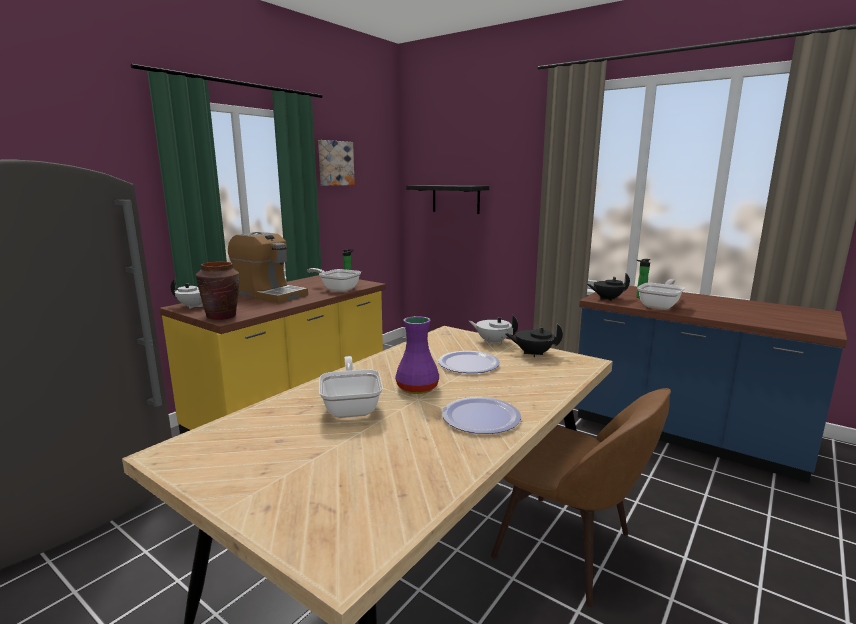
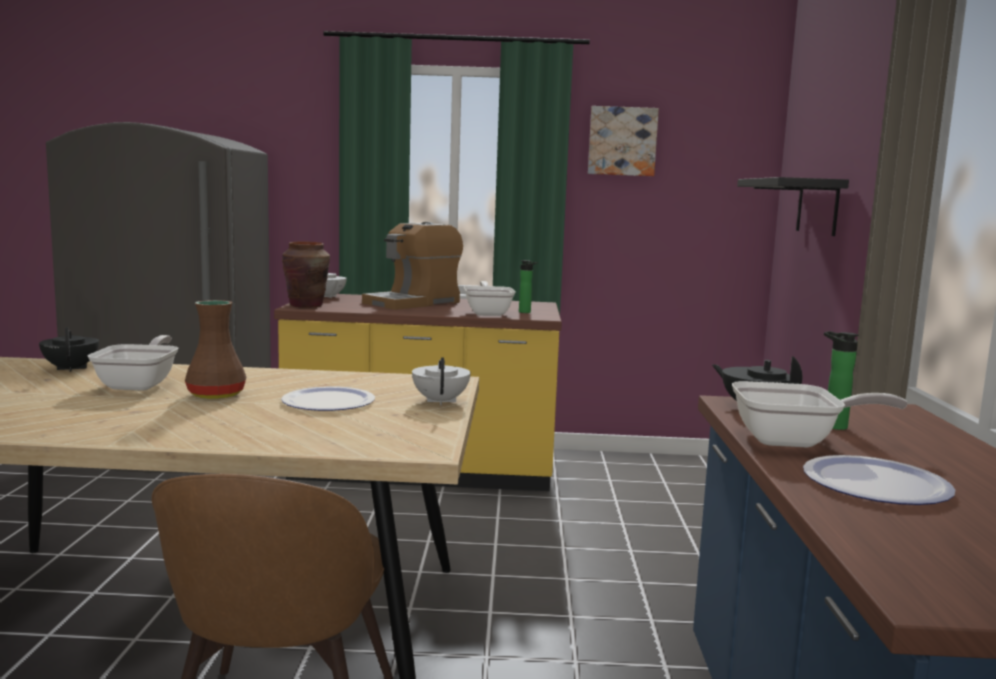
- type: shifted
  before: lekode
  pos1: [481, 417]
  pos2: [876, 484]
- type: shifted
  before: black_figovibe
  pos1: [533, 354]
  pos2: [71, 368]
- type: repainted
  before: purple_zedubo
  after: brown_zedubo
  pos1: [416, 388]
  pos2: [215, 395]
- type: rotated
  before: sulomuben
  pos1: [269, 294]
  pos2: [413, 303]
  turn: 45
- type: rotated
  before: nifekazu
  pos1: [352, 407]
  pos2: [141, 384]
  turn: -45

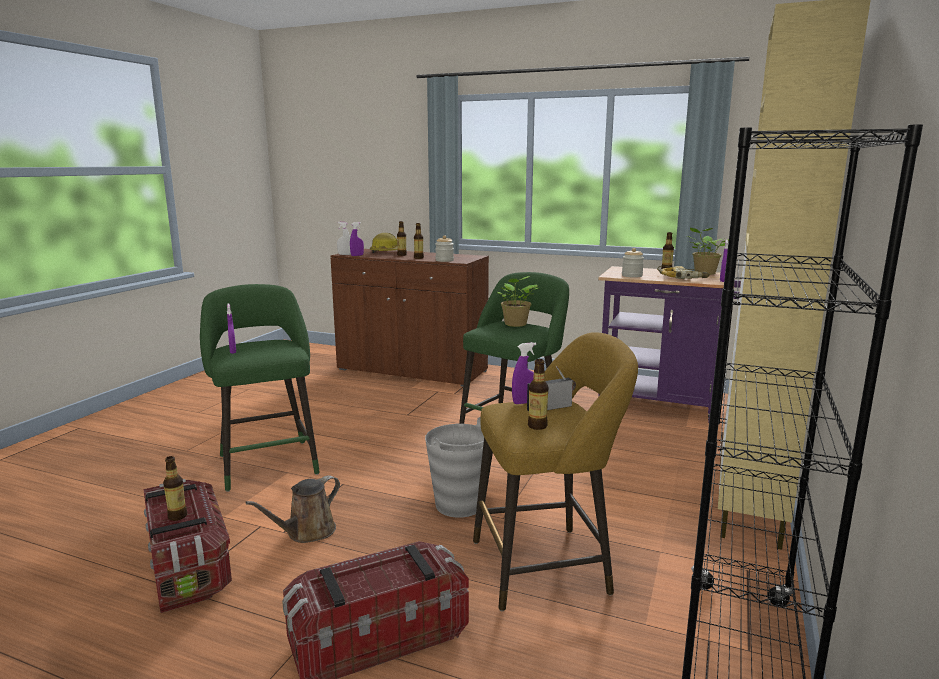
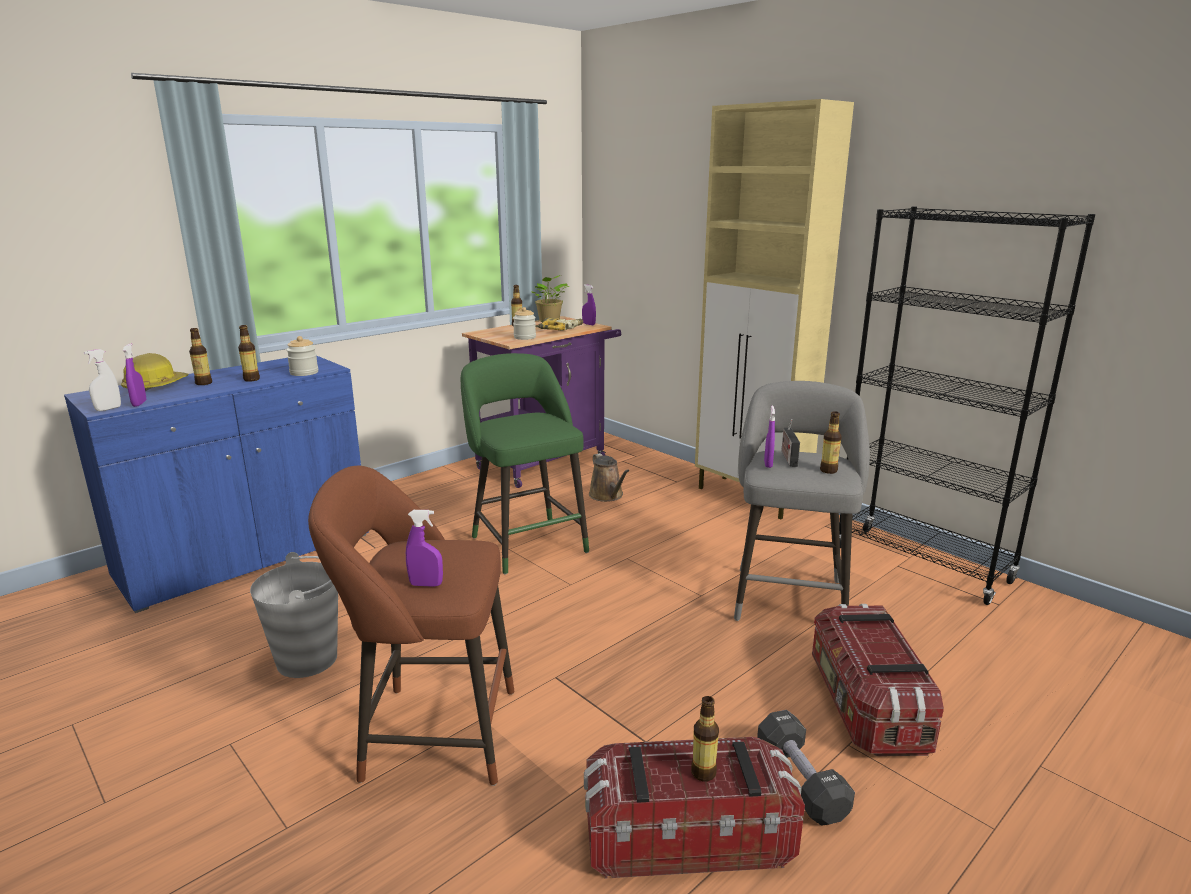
- type: gone
  before: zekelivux
  pos1: [515, 324]
- type: new
  after: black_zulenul
  pos2: [801, 782]
- type: shifted
  before: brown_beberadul
  pos1: [307, 532]
  pos2: [607, 496]
- type: shifted
  before: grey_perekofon
  pos1: [459, 505]
  pos2: [308, 659]
- type: repainted
  before: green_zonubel
  after: brown_zonubel
  pos1: [267, 462]
  pos2: [430, 734]
- type: repainted
  before: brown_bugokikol
  after: blue_bugokikol
  pos1: [412, 370]
  pos2: [247, 556]
- type: repainted
  before: yellow_zonubel
  after: grey_zonubel
  pos1: [548, 566]
  pos2: [789, 596]

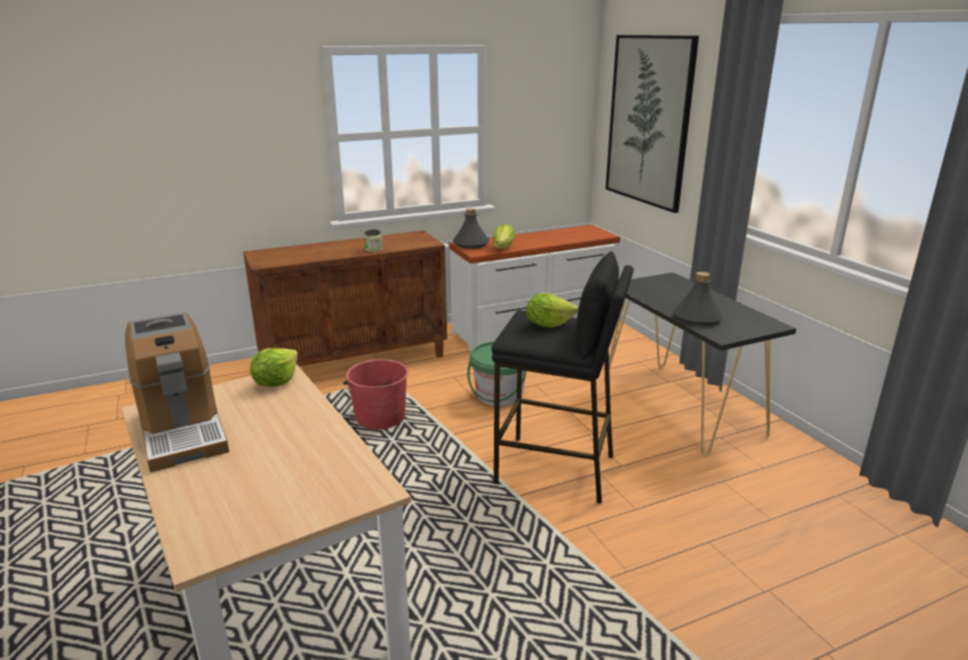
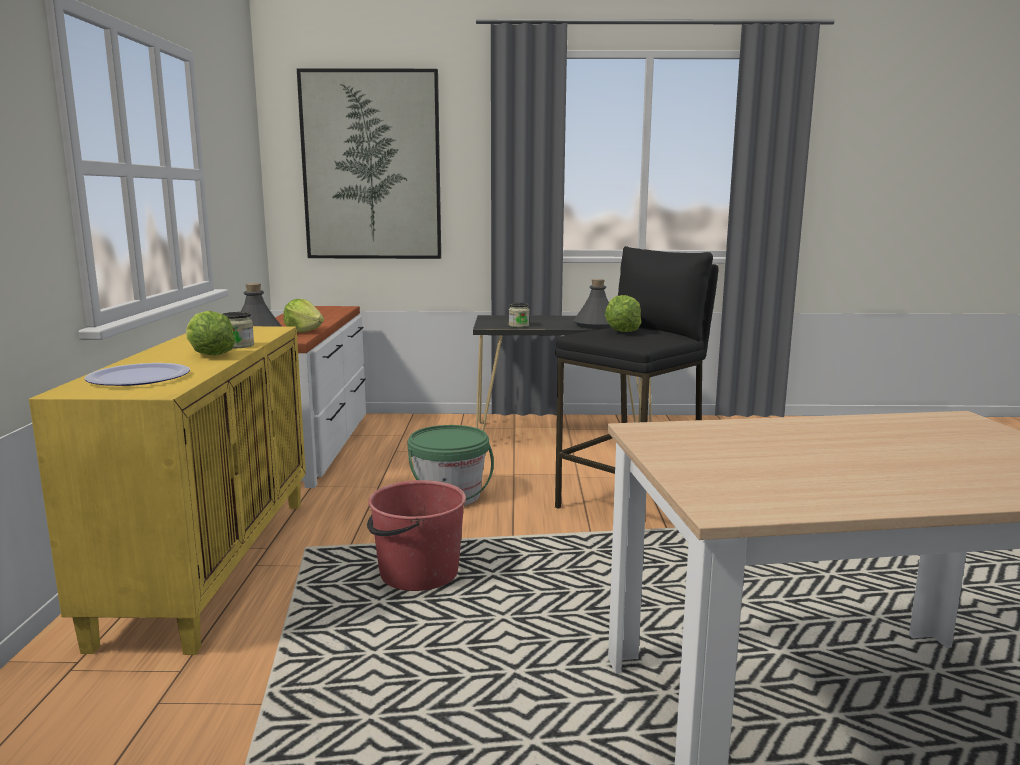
- type: gone
  before: sulomuben
  pos1: [182, 430]
- type: new
  after: lekode
  pos2: [138, 377]
- type: new
  after: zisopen
  pos2: [518, 325]
- type: shifted
  before: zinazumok
  pos1: [276, 382]
  pos2: [209, 355]
- type: repainted
  before: brown_bugokikol
  after: yellow_bugokikol
  pos1: [356, 361]
  pos2: [210, 564]

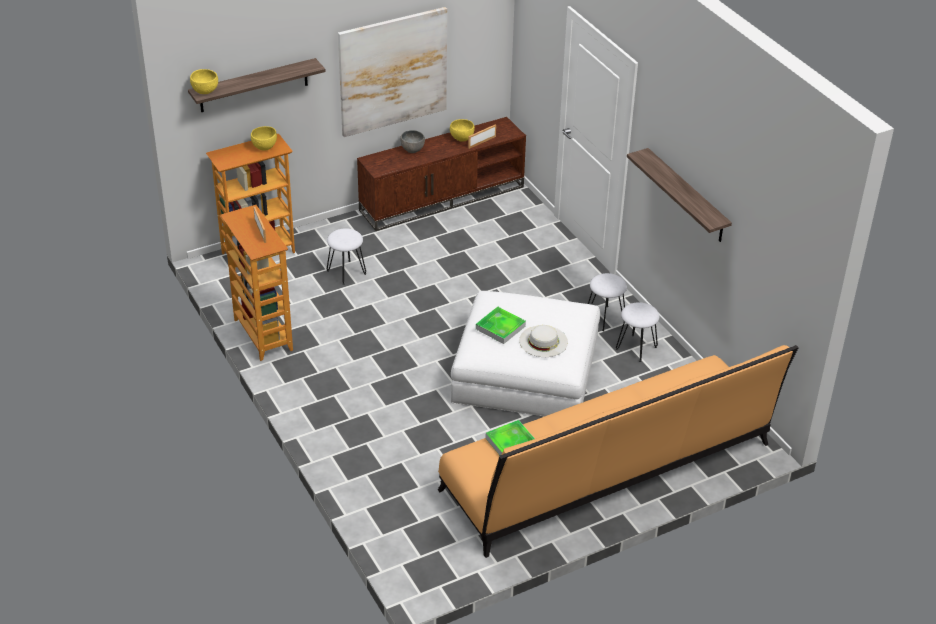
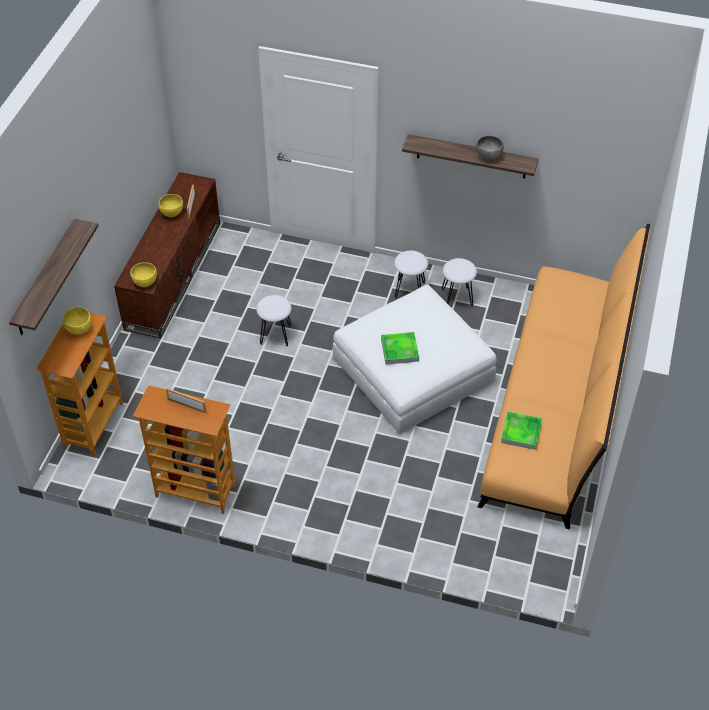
- type: gone
  before: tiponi
  pos1: [393, 71]
- type: gone
  before: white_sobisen
  pos1: [543, 341]
- type: shifted
  before: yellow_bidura
  pos1: [205, 91]
  pos2: [145, 282]
- type: shifted
  before: white_zonubel
  pos1: [346, 272]
  pos2: [275, 334]
- type: shifted
  before: grey_bidura
  pos1: [412, 150]
  pos2: [489, 156]

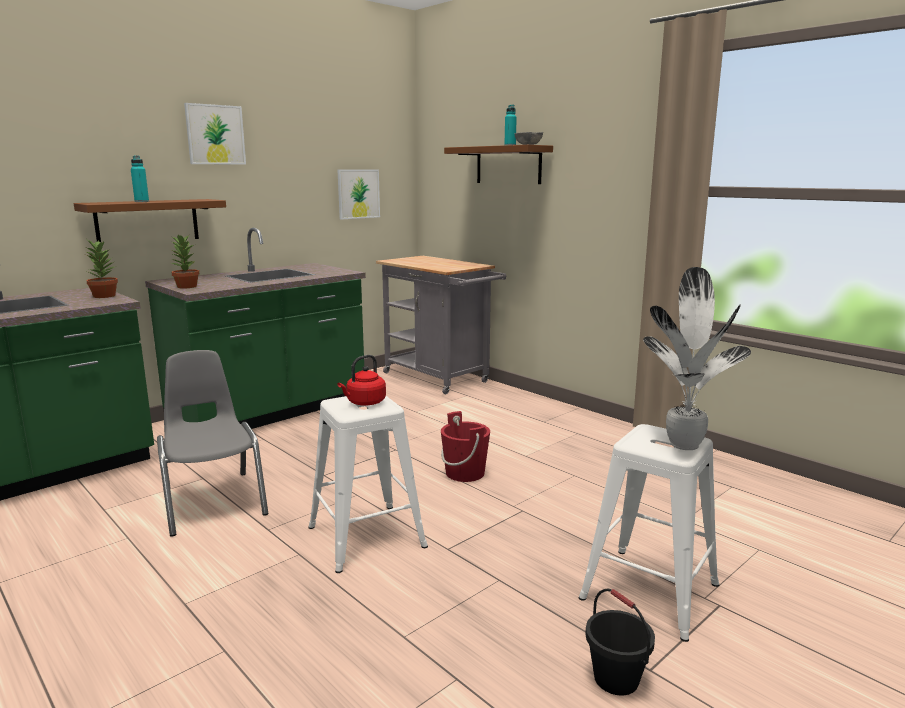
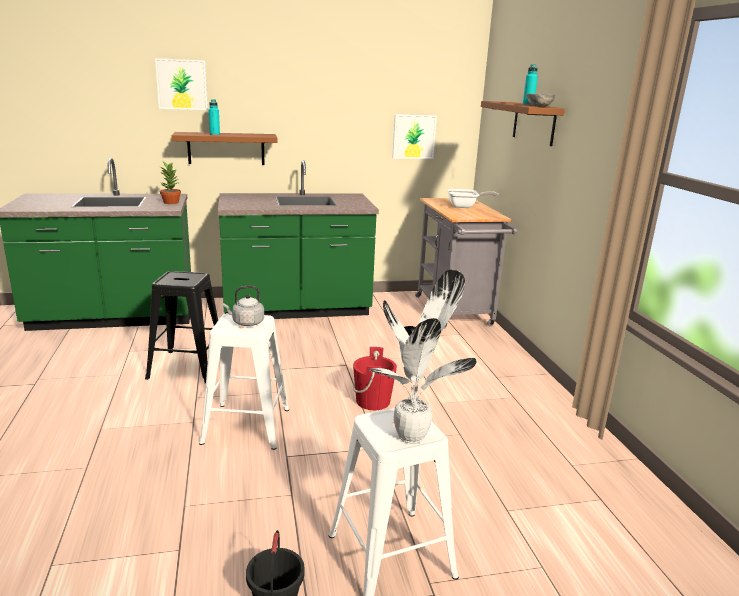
- type: gone
  before: zekelivux
  pos1: [186, 286]
- type: new
  after: nifekazu
  pos2: [465, 207]
- type: shifted
  before: tiponi
  pos1: [215, 134]
  pos2: [182, 84]
- type: swapped
  before: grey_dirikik
  after: black_zonubel
  pos1: [213, 501]
  pos2: [189, 366]
- type: repainted
  before: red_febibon
  after: grey_febibon
  pos1: [364, 403]
  pos2: [246, 323]

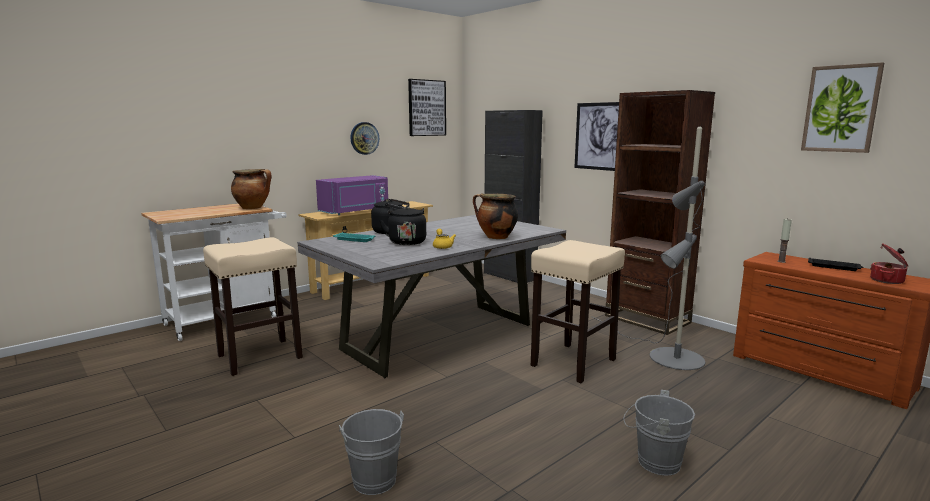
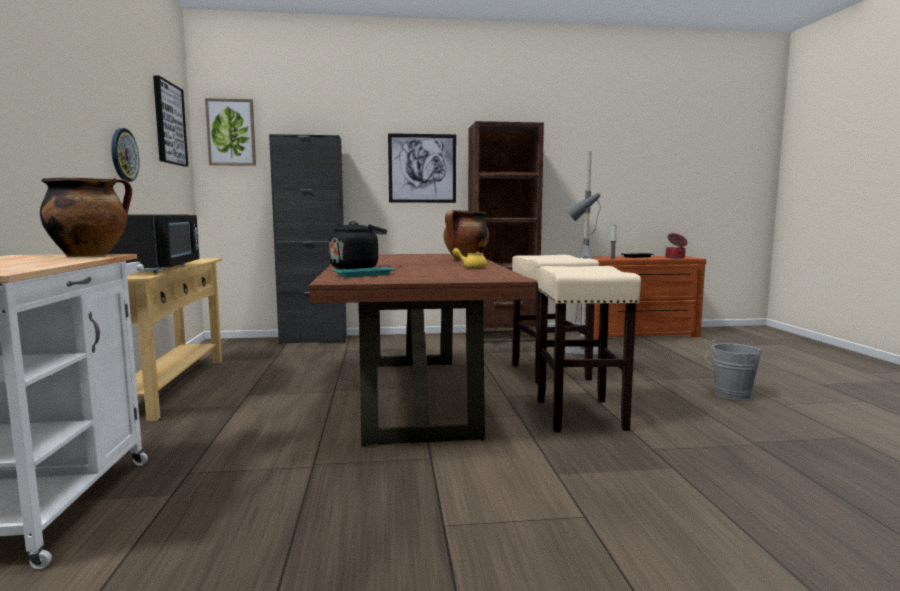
- type: gone
  before: grey_perekofon
  pos1: [373, 478]
- type: gone
  before: black_febibon
  pos1: [406, 242]
- type: shifted
  before: beige_zonubel
  pos1: [259, 357]
  pos2: [581, 415]
- type: shifted
  before: tiponi
  pos1: [841, 109]
  pos2: [231, 132]
- type: repainted
  before: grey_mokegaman
  after: brown_mokegaman
  pos1: [440, 337]
  pos2: [415, 396]
- type: repainted
  before: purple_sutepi
  after: black_sutepi
  pos1: [356, 211]
  pos2: [159, 269]

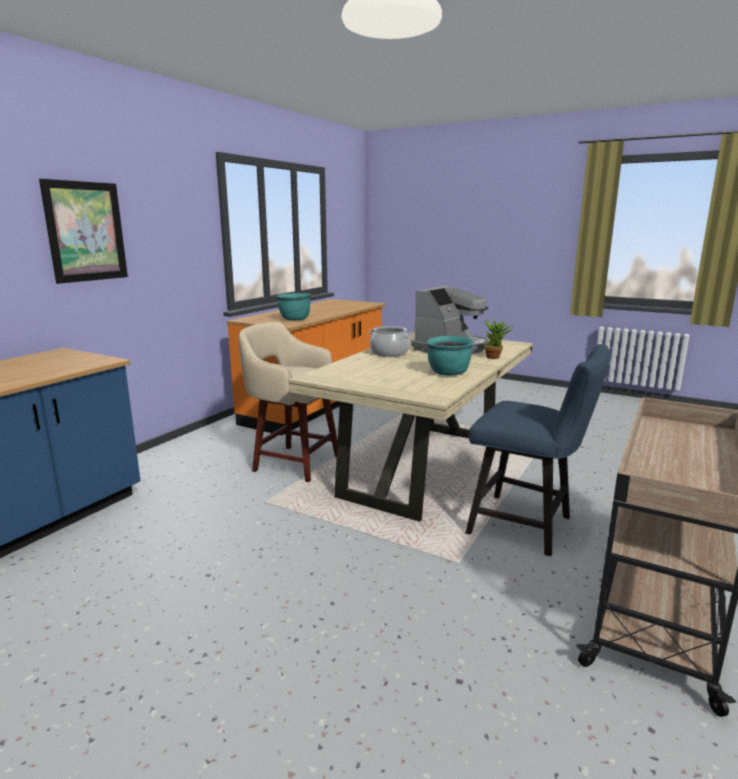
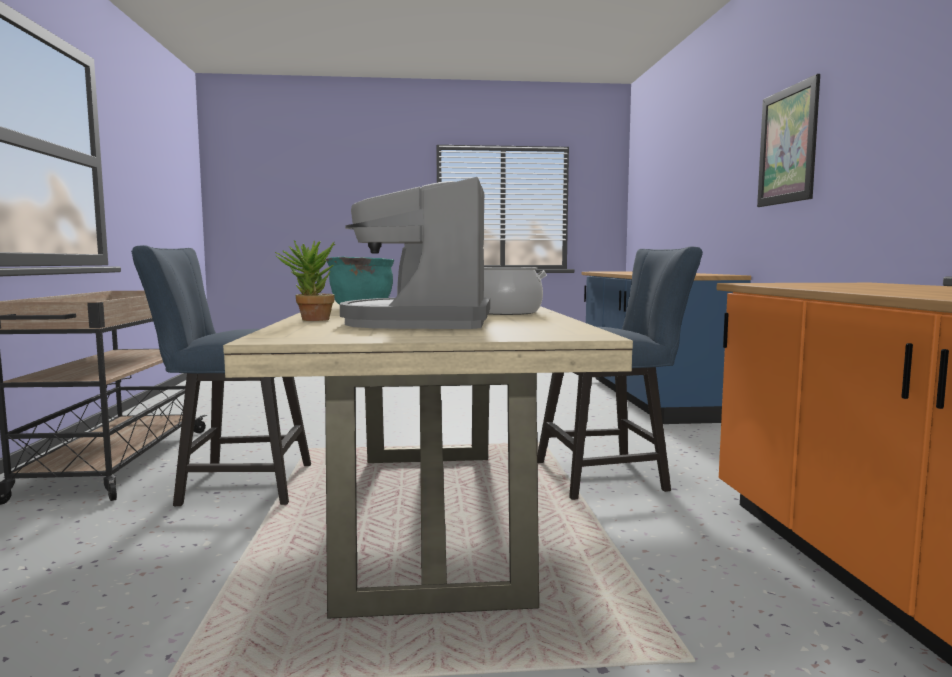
- type: gone
  before: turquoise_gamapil
  pos1: [294, 319]
- type: swapped
  before: beige_zonubel
  after: blue_dirikik
  pos1: [294, 463]
  pos2: [610, 476]

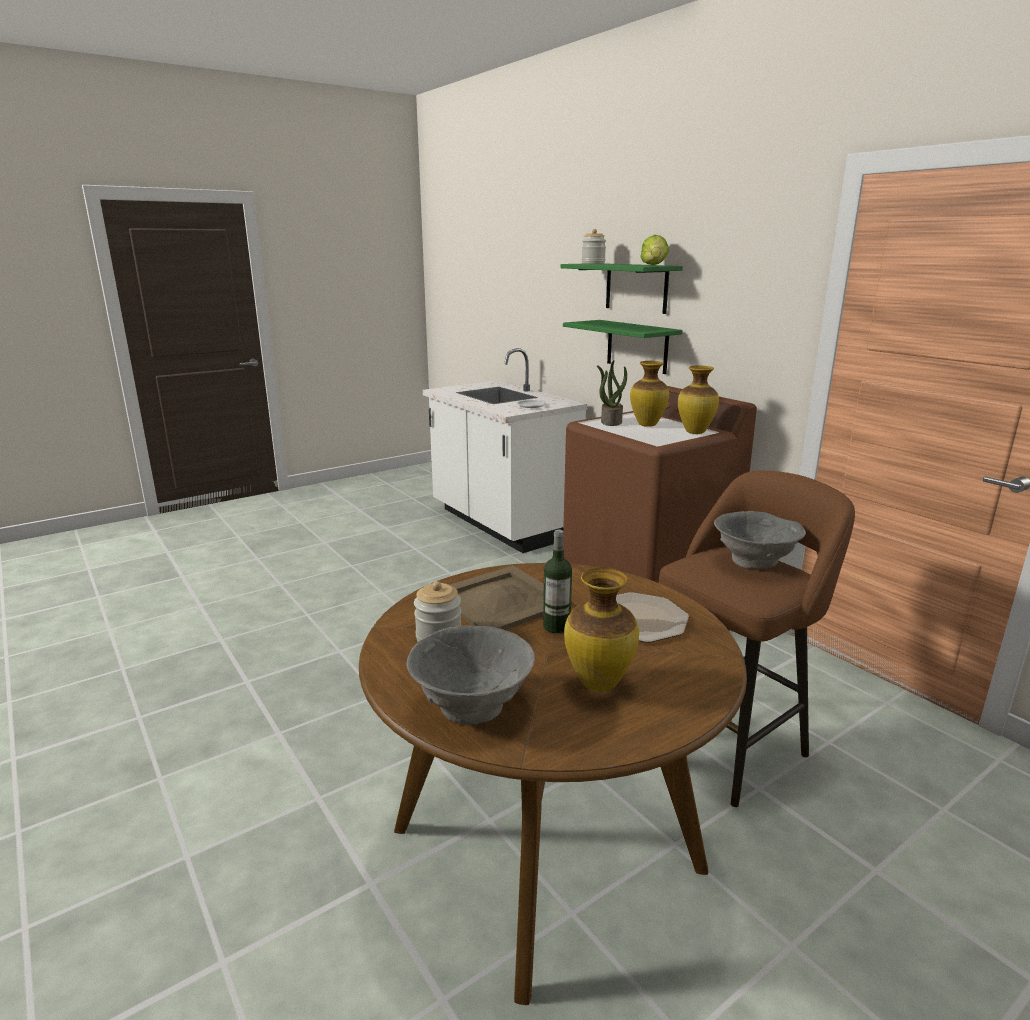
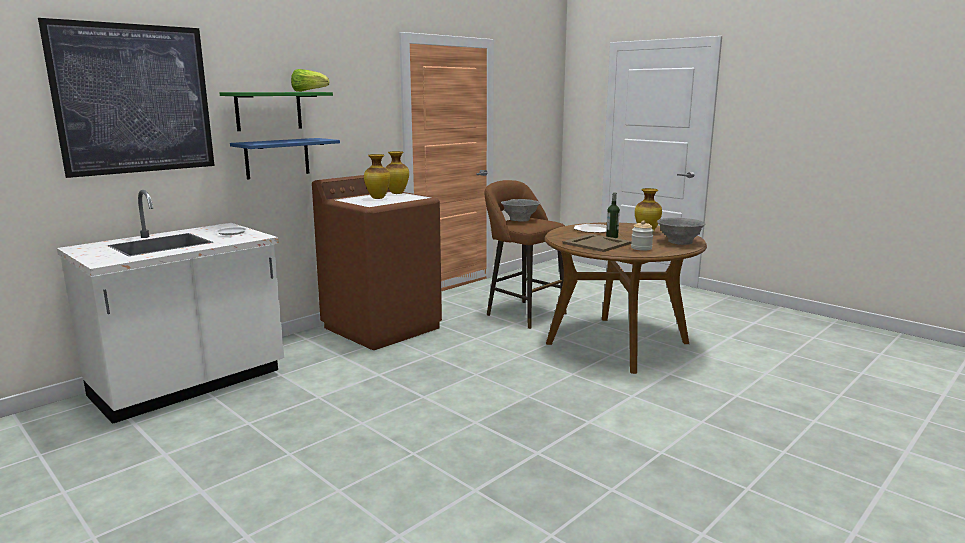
- type: gone
  before: zisopen
  pos1: [593, 263]
- type: gone
  before: zekelivux
  pos1: [611, 421]
- type: new
  after: tiponi
  pos2: [134, 99]
- type: repainted
  before: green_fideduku
  after: blue_fideduku
  pos1: [637, 346]
  pos2: [277, 158]

